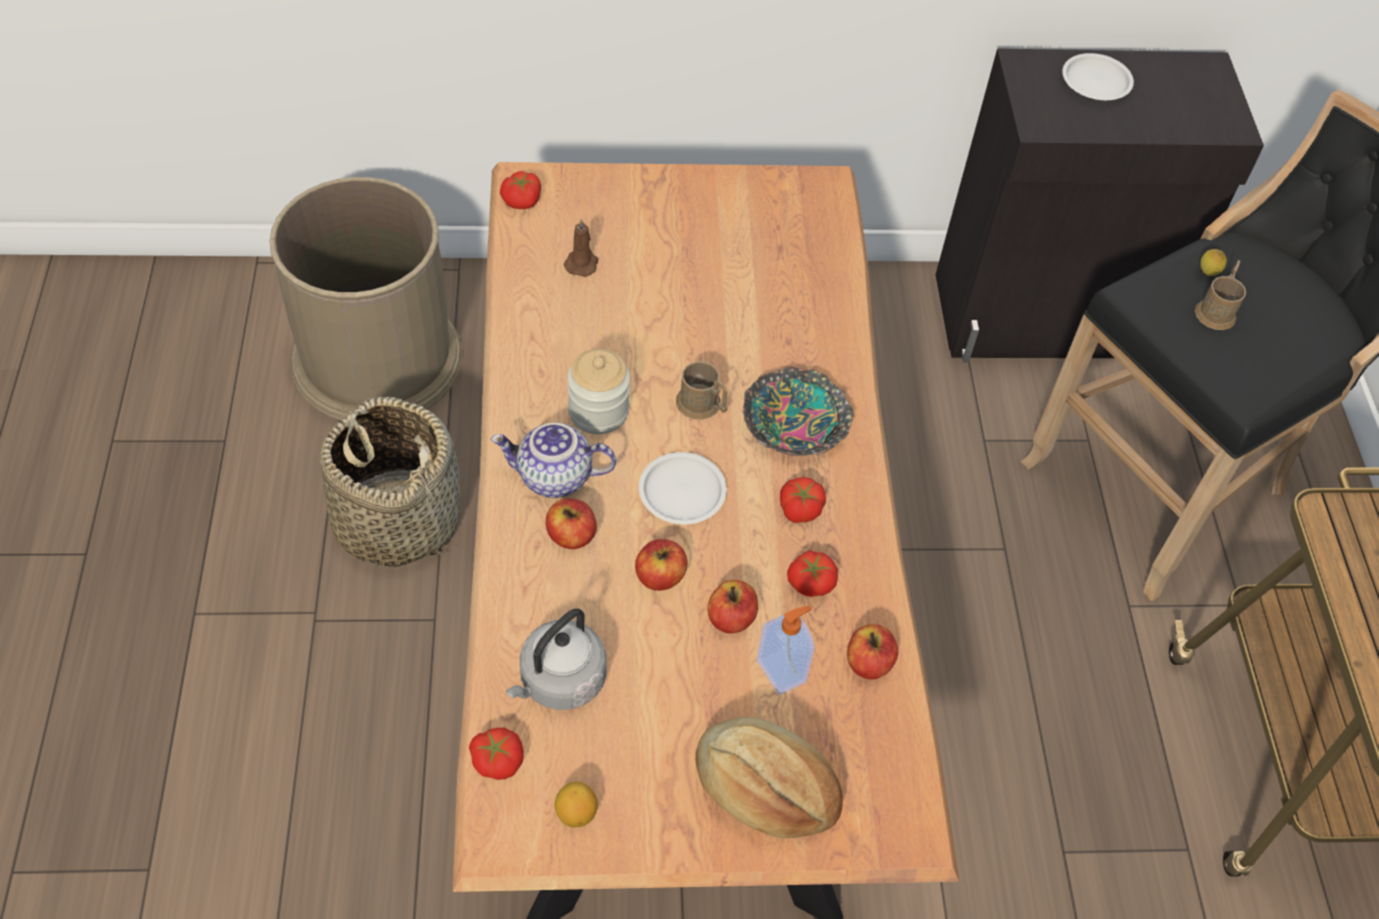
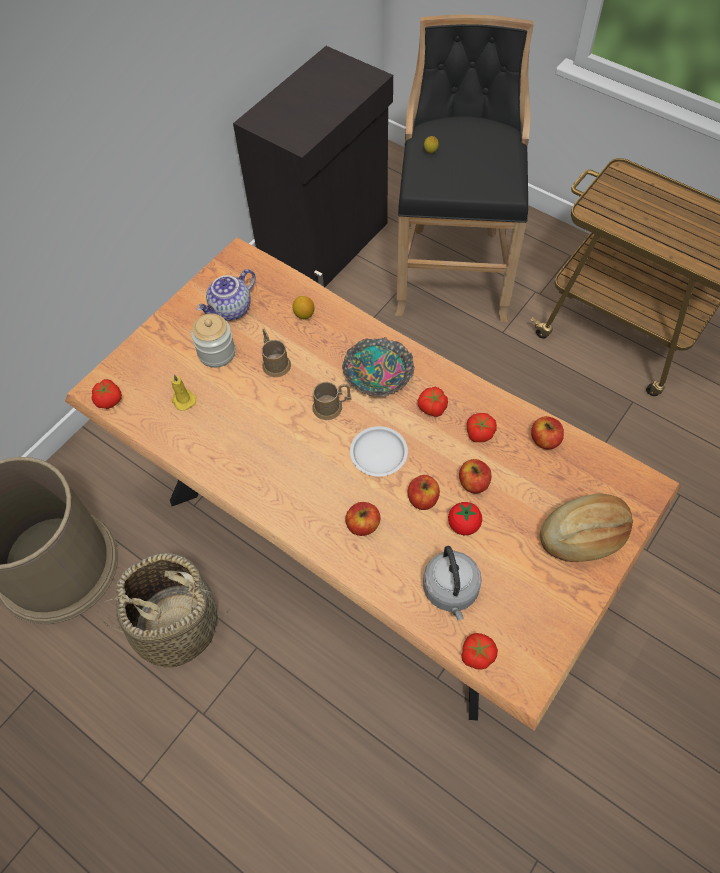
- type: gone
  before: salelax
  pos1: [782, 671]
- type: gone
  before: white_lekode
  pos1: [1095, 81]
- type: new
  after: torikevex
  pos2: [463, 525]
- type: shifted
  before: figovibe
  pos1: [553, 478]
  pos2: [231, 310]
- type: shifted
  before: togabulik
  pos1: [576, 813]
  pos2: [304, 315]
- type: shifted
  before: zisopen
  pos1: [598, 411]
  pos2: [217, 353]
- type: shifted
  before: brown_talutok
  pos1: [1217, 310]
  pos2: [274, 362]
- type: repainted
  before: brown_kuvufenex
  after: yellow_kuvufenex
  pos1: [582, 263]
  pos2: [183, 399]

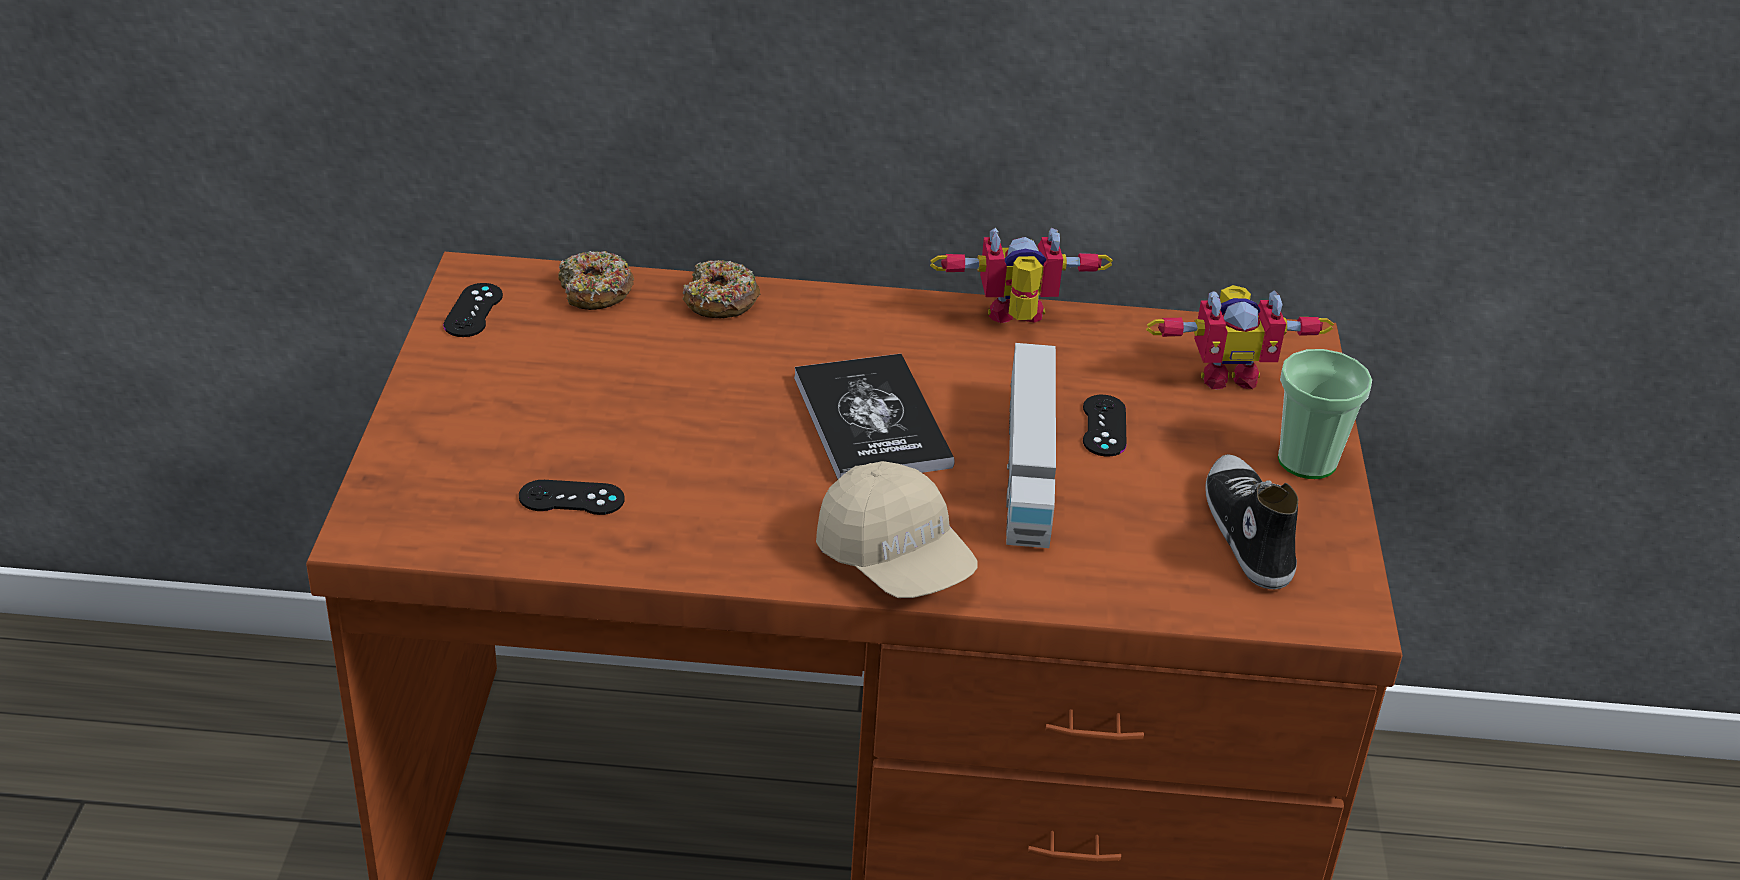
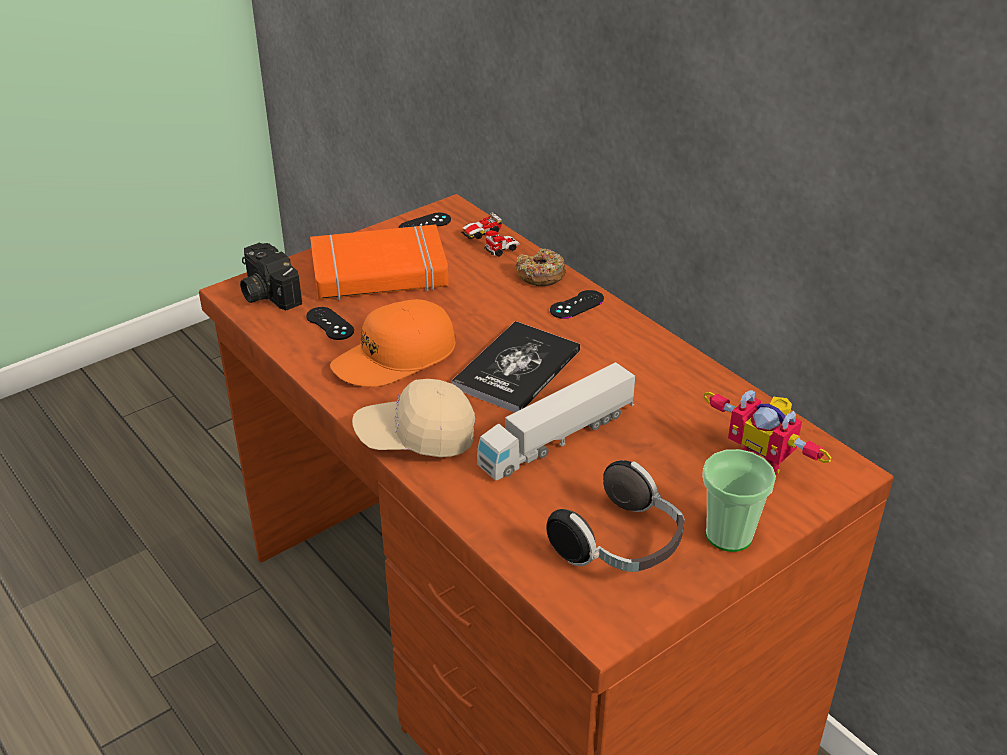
- type: gone
  before: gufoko
  pos1: [1017, 321]
- type: new
  after: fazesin
  pos2: [266, 293]
- type: new
  after: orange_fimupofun
  pos2: [379, 273]
- type: new
  after: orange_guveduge
  pos2: [395, 358]
- type: shifted
  before: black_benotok
  pos1: [1104, 426]
  pos2: [577, 305]
- type: swapped
  before: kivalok
  after: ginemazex
  pos1: [595, 292]
  pos2: [490, 242]
- type: swapped
  before: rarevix
  after: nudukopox
  pos1: [1245, 532]
  pos2: [621, 545]
- type: rotated
  before: beige_guveduge
  pos1: [895, 560]
  pos2: [416, 438]
  turn: 75

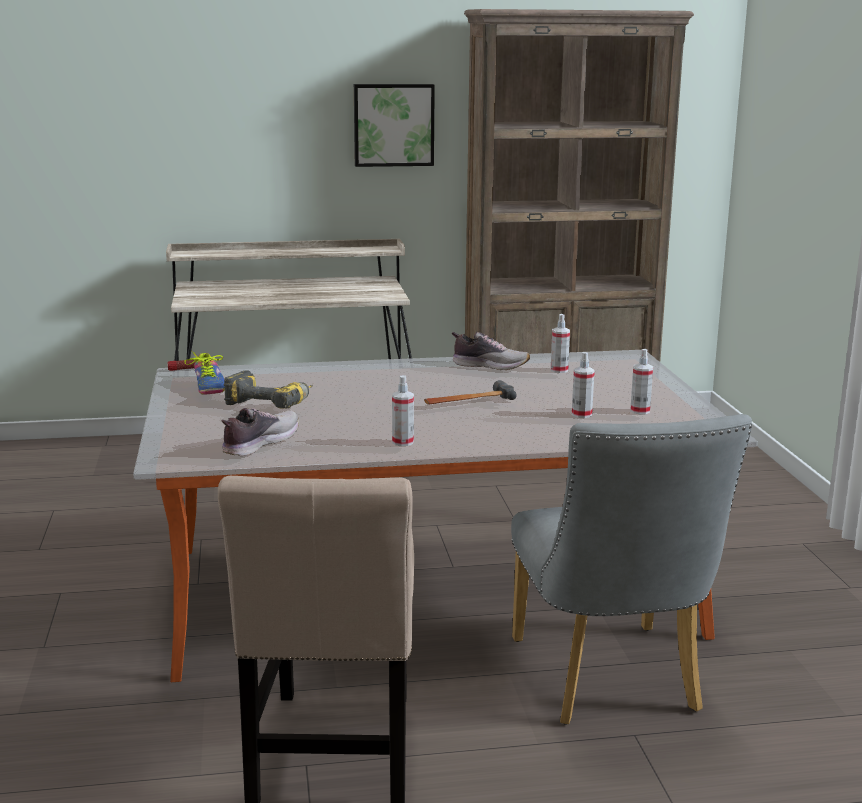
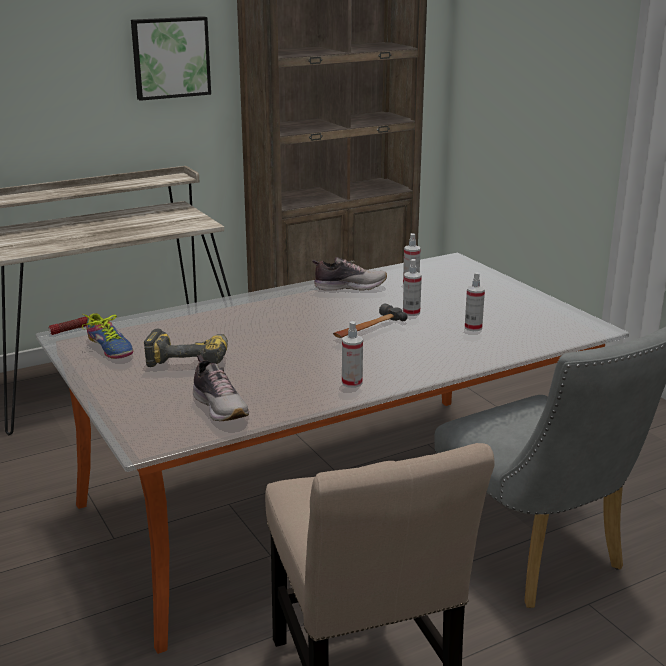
- type: shifted
  before: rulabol
  pos1: [640, 411]
  pos2: [411, 312]
- type: rotated
  before: rarevix
  pos1: [259, 443]
  pos2: [221, 407]
  turn: 135

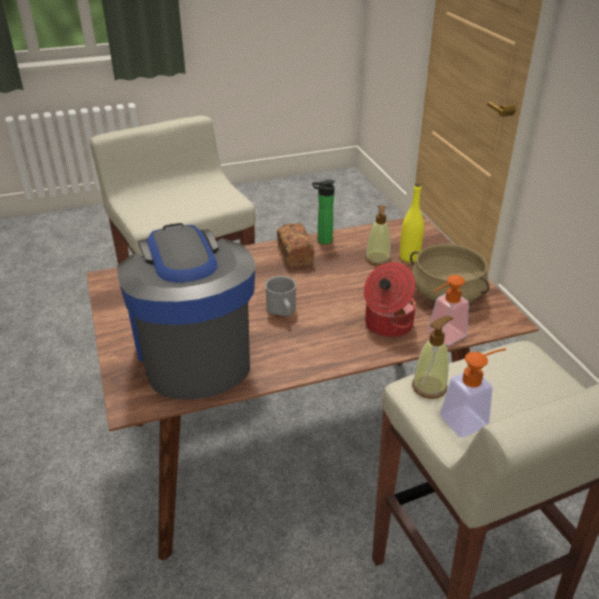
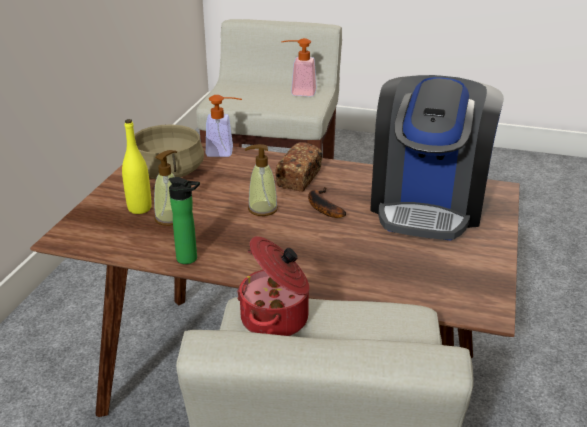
- type: shifted
  before: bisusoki
  pos1: [294, 254]
  pos2: [299, 178]
- type: shifted
  before: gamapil
  pos1: [387, 325]
  pos2: [276, 319]
- type: shifted
  before: salelax
  pos1: [429, 387]
  pos2: [262, 209]
- type: swapped
  before: grey_talutok
  after: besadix
  pos1: [282, 312]
  pos2: [322, 207]

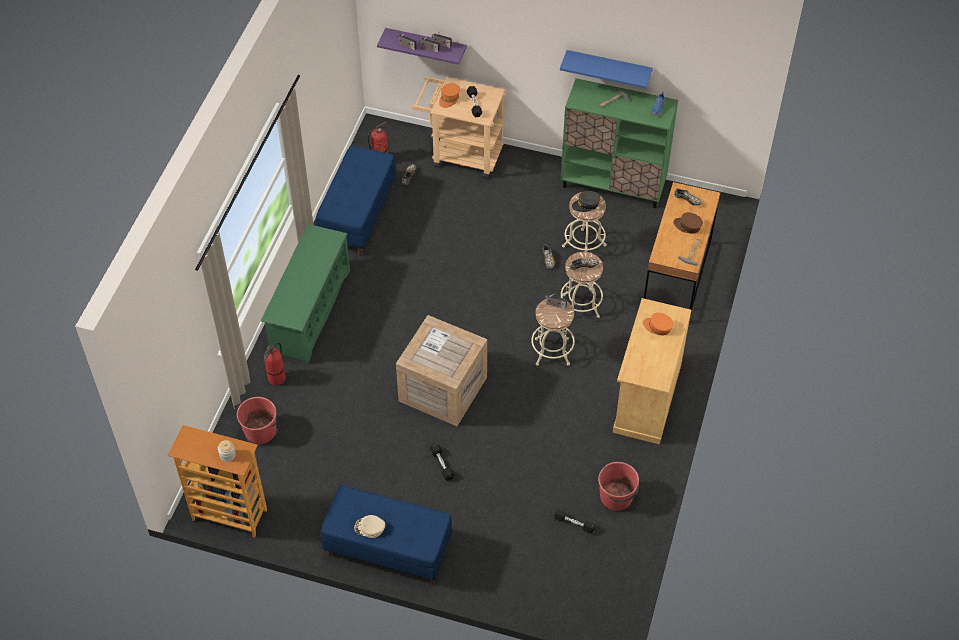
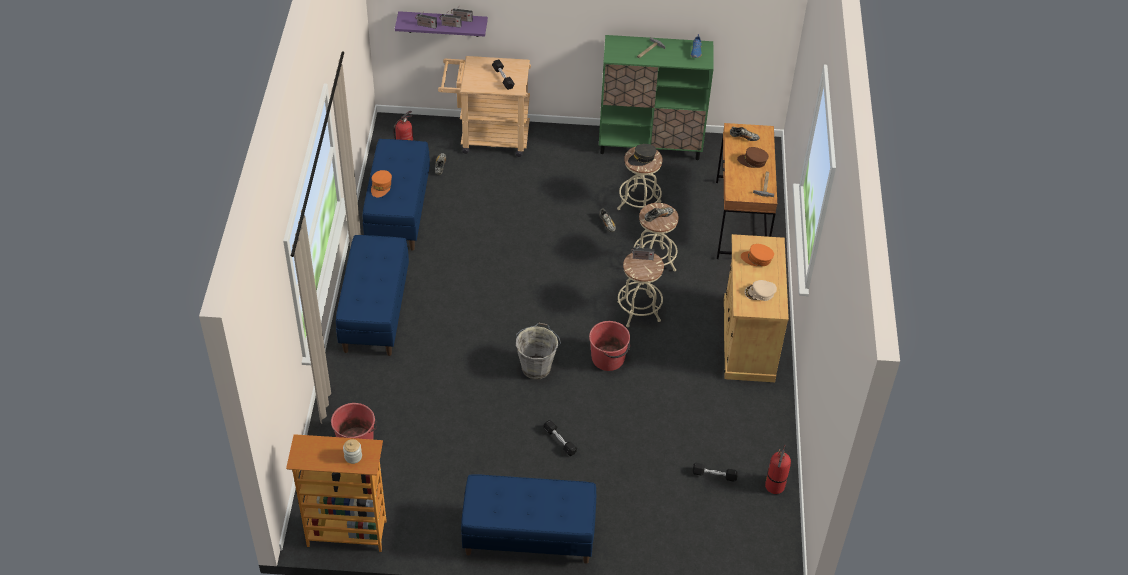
- type: gone
  before: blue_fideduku
  pos1: [608, 67]
- type: shifted
  before: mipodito
  pos1: [277, 378]
  pos2: [775, 486]
- type: shifted
  before: beige_guveduge
  pos1: [369, 528]
  pos2: [760, 293]
- type: shifted
  before: orange_guveduge
  pos1: [449, 98]
  pos2: [381, 187]
- type: shifted
  before: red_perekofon
  pos1: [617, 497]
  pos2: [608, 358]
- type: swapped
  before: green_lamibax
  after: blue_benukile
  pos1: [310, 310]
  pos2: [374, 312]
- type: swapped
  before: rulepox
  after: grey_perekofon
  pos1: [441, 389]
  pos2: [536, 367]

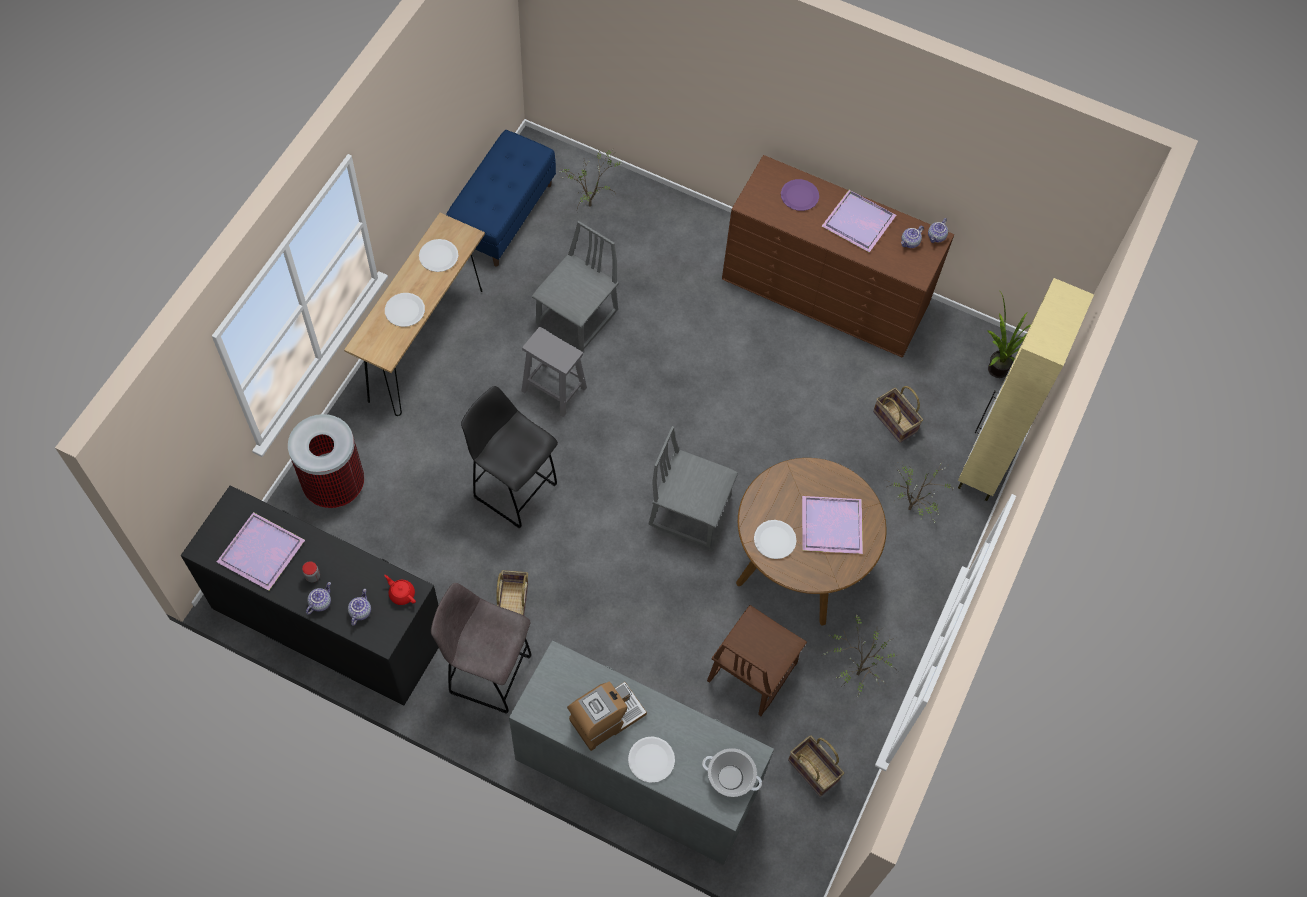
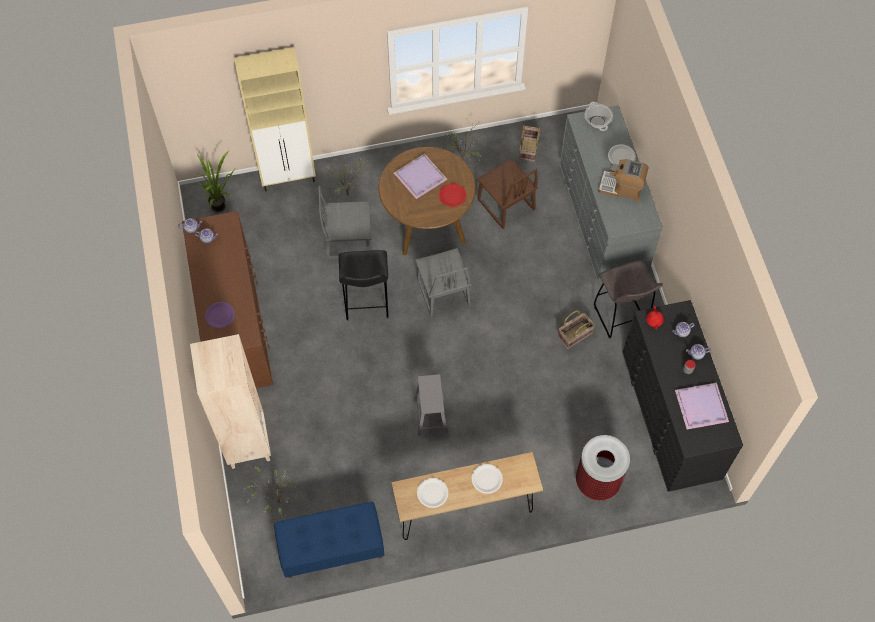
- type: gone
  before: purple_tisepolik
  pos1: [858, 221]
- type: gone
  before: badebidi
  pos1: [895, 421]
- type: new
  after: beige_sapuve
  pos2: [247, 443]
- type: shifted
  before: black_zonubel
  pos1: [513, 489]
  pos2: [366, 304]
- type: shifted
  before: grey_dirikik
  pos1: [577, 317]
  pos2: [348, 240]
- type: repainted
  before: white_lekode
  after: red_lekode
  pos1: [774, 540]
  pos2: [452, 195]
- type: rotated
  before: brown_dirikik
  pos1: [751, 671]
  pos2: [505, 205]
  turn: 60

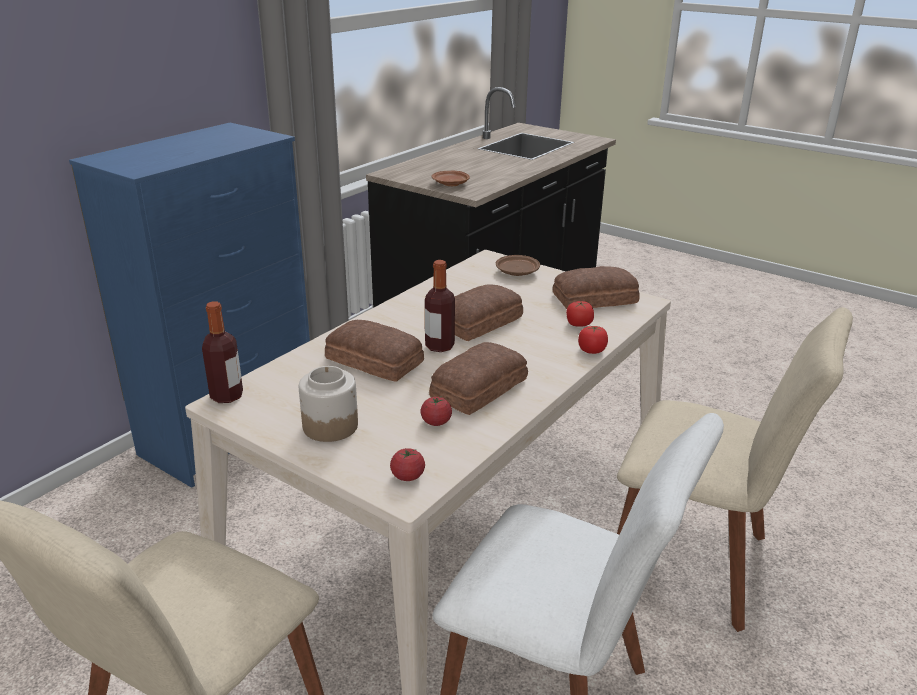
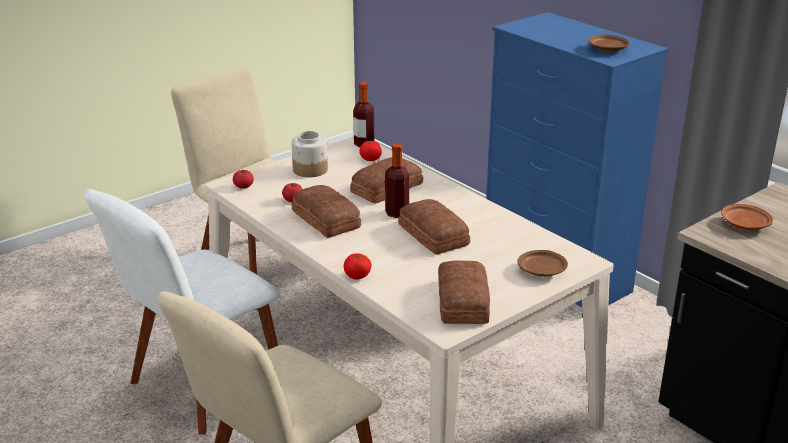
- type: new
  after: brown_lekode
  pos2: [608, 50]
- type: shifted
  before: torikevex
  pos1: [578, 324]
  pos2: [370, 159]

